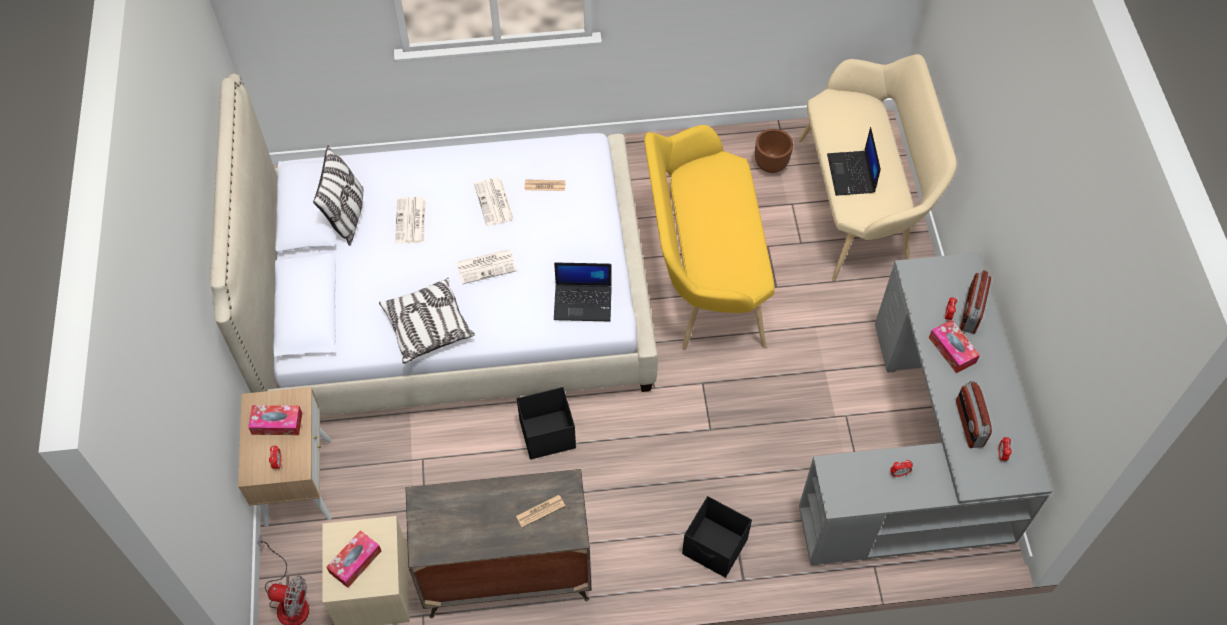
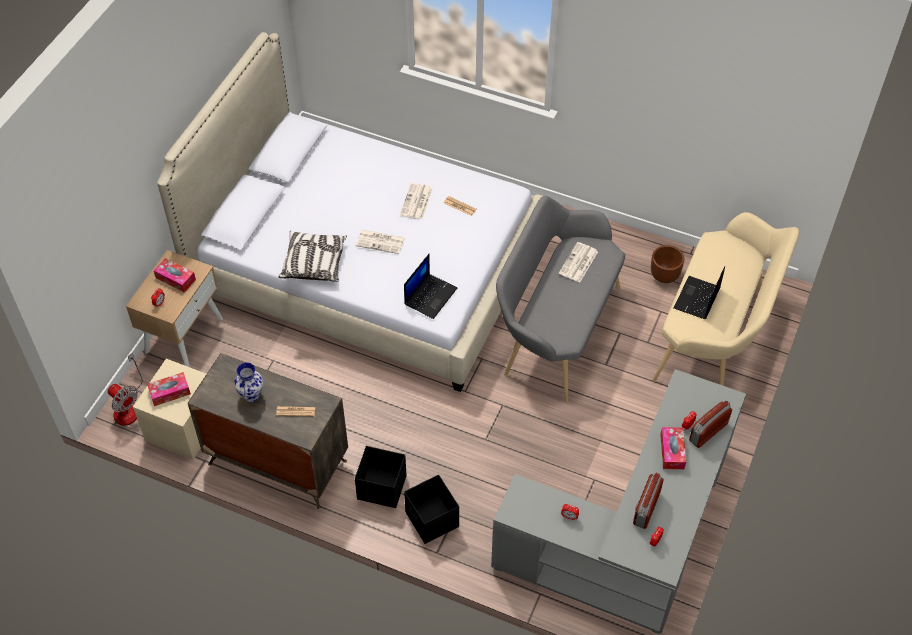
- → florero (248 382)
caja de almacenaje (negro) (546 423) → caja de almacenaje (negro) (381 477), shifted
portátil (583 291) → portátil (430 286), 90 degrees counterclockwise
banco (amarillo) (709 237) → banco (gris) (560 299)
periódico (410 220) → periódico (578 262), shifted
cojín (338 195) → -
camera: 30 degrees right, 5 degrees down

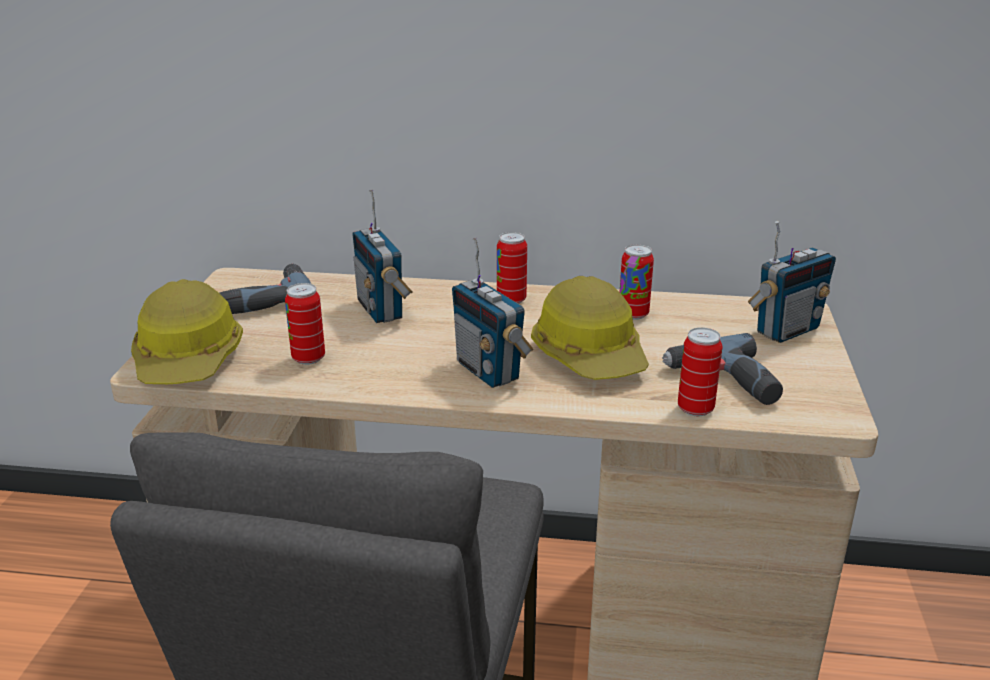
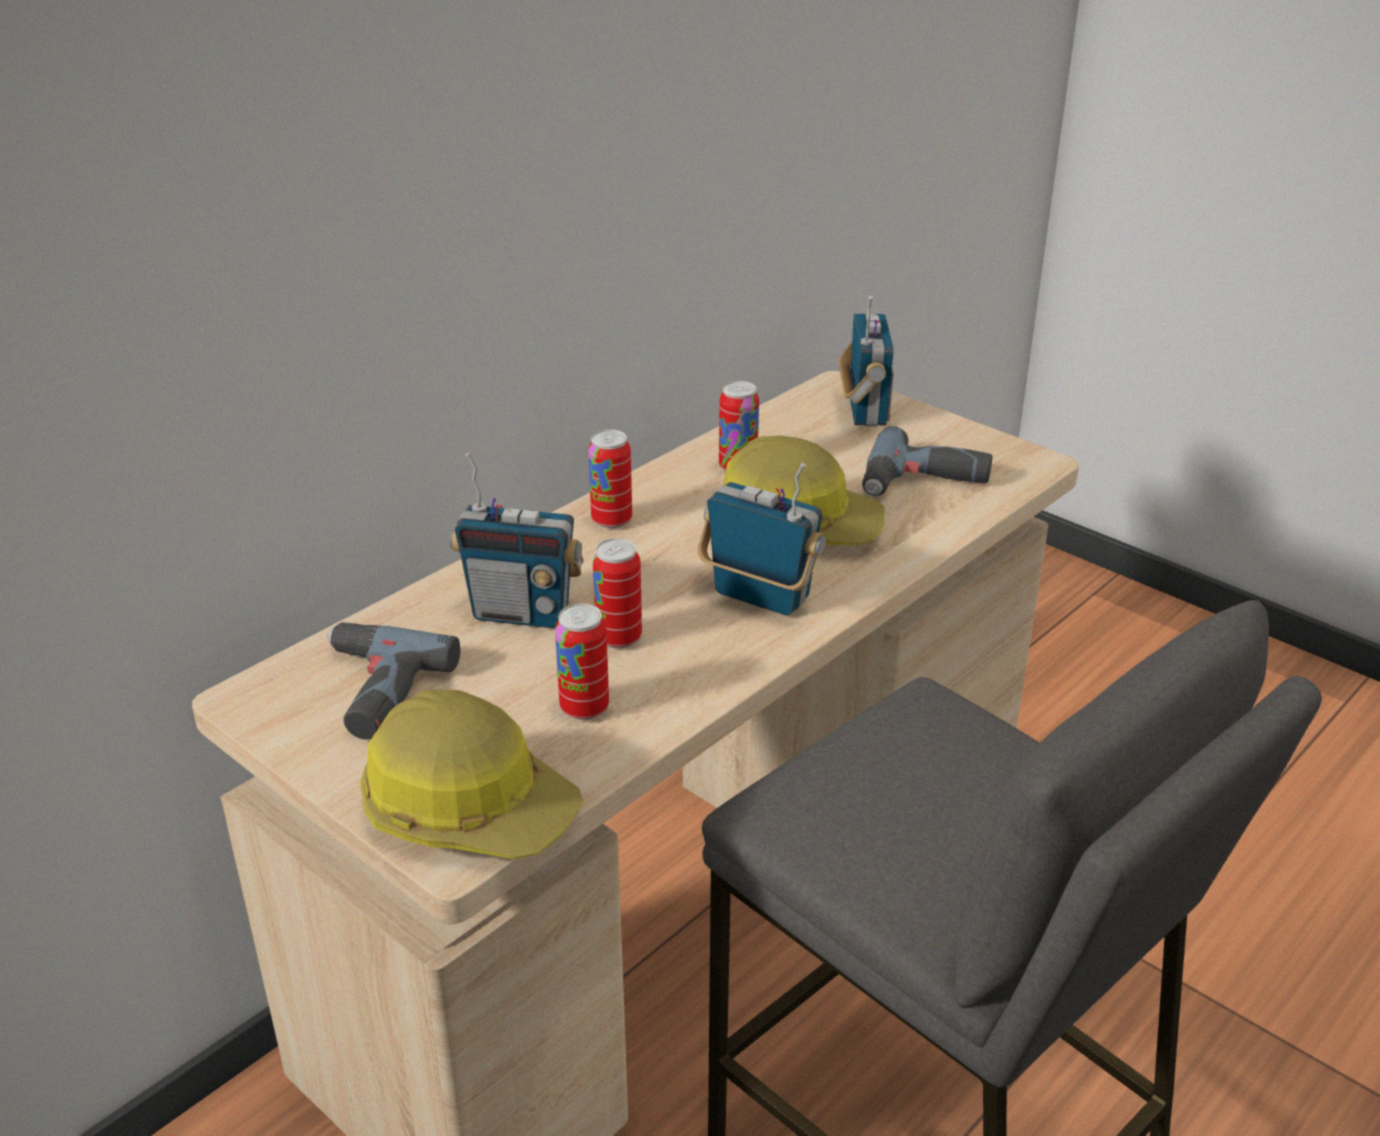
lata (700 371) → lata (617 593), shifted
radio (492 313) → radio (762 539), 150 degrees counterclockwise
camera: 55 degrees left, 5 degrees up

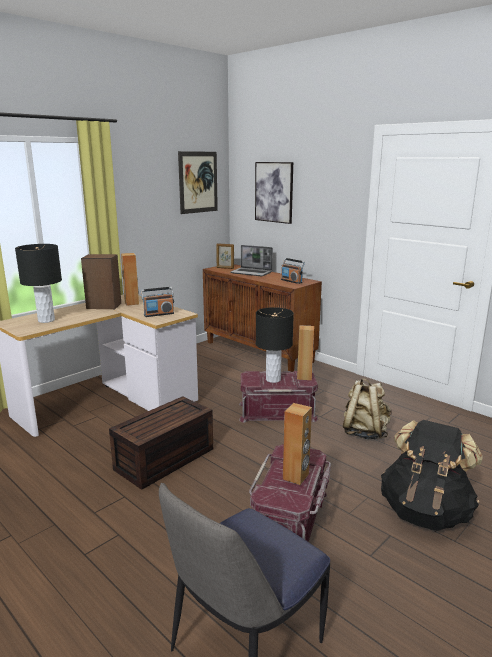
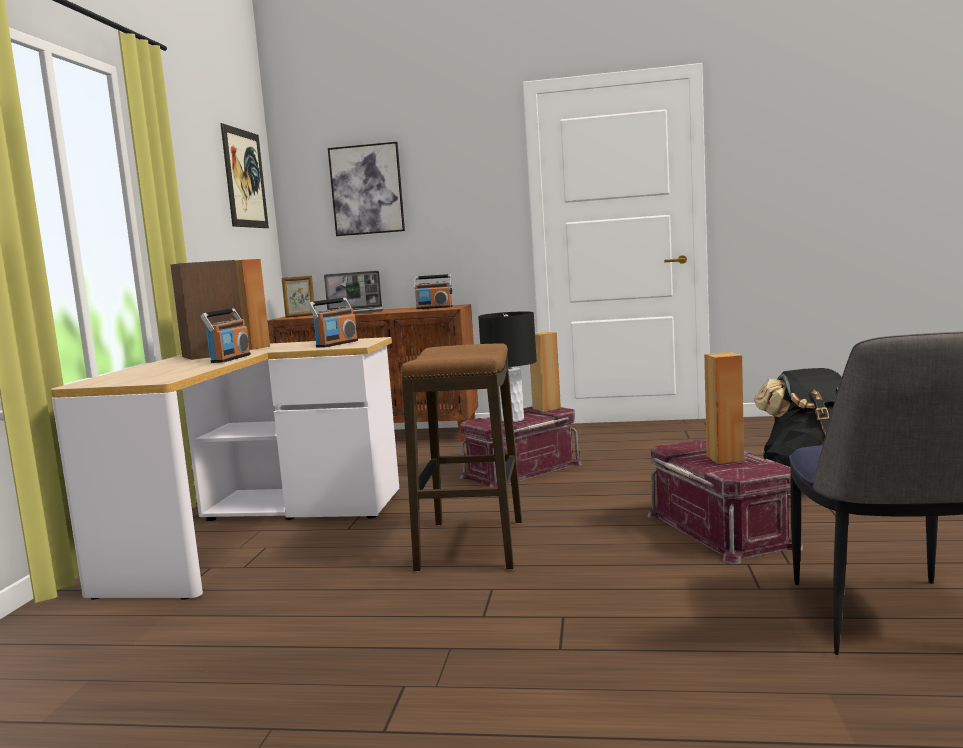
- → radio (225 335)
caja de almacenaje (marrón) (161 443) → taburete (461 458)
lámpara de mesa (negro) (38 283) → -
mochila (beis) (367 408) → -
camera: 35 degrees left, 10 degrees down

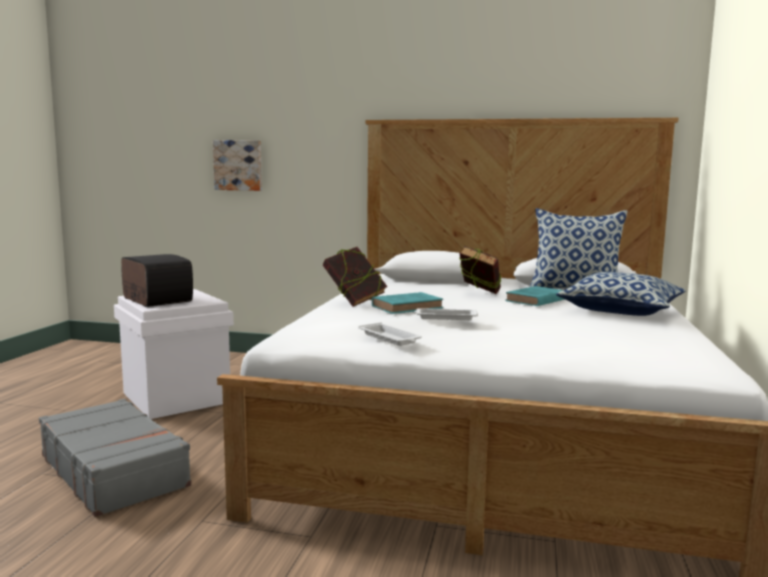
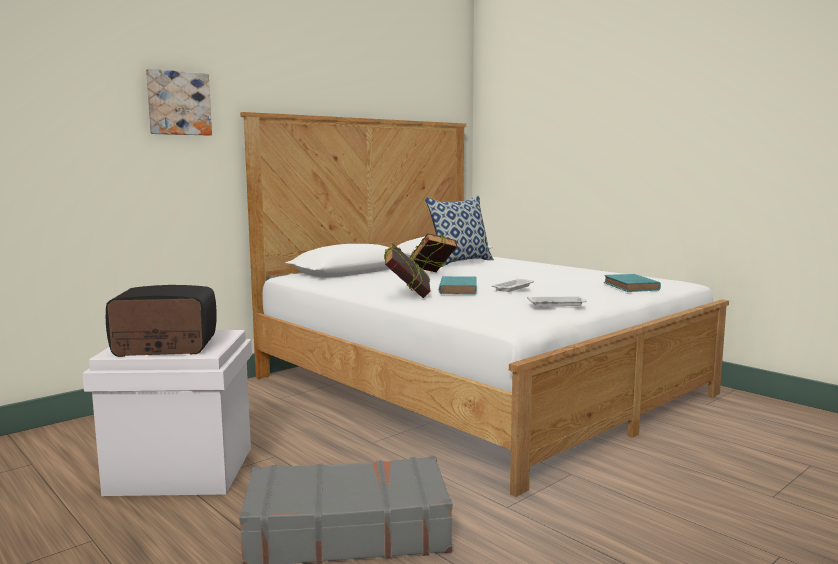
cuadro (237 165) → cuadro (179 102), shifted
libro (turquesa) (535 296) → libro (turquesa) (632 283), shifted
cojín (621 294) → -
camera: 55 degrees left, 0 degrees up

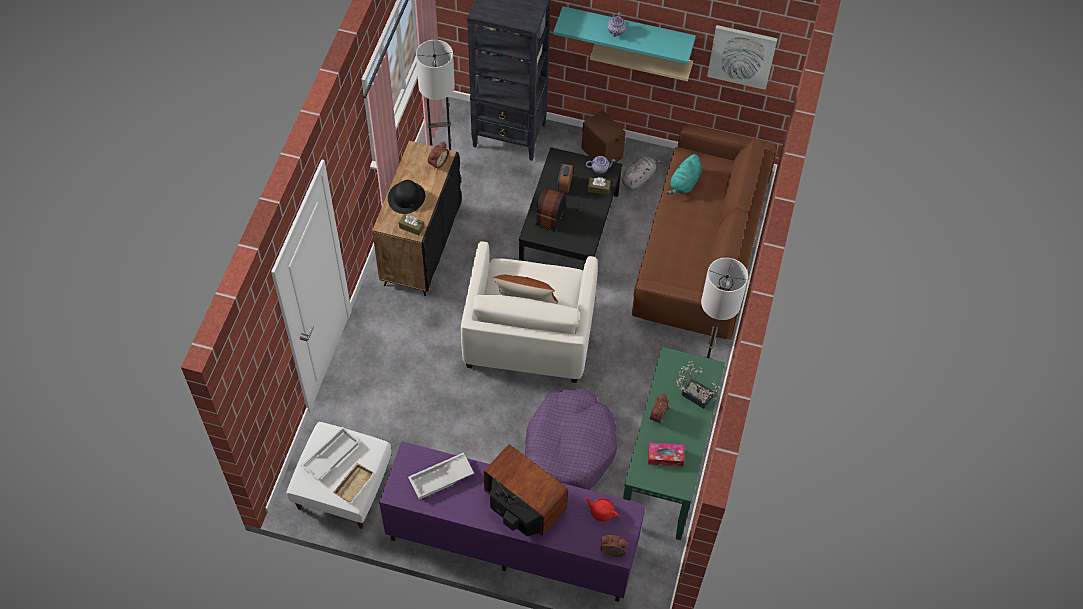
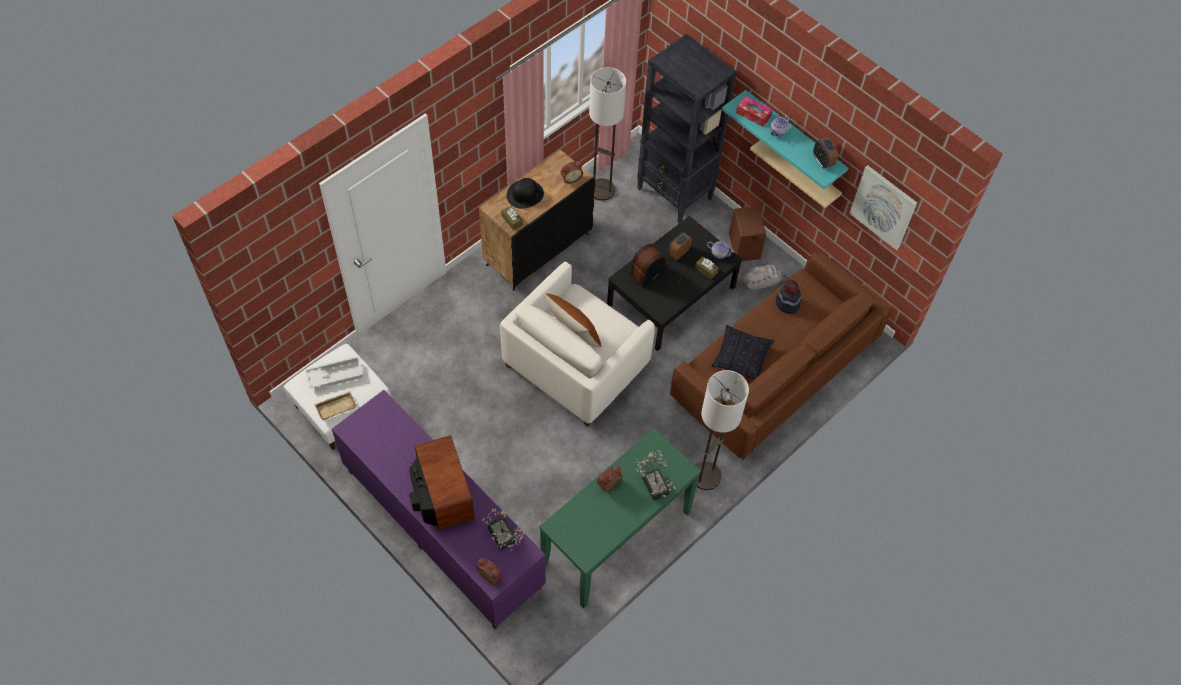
tetera (rojo) (602 509) → planta en maceta (503 529)
- → cojín (743 352)
caja de pañuelos (666 455) → caja de pañuelos (754 111), shifted
peluche (turquesa) (684 174) → sombrero (788 297)
- → despertador (825 153)
bandeja (blanco) (441 476) → -
cama para perro (morado) (571 439) → -
camera: 30 degrees right, 0 degrees up

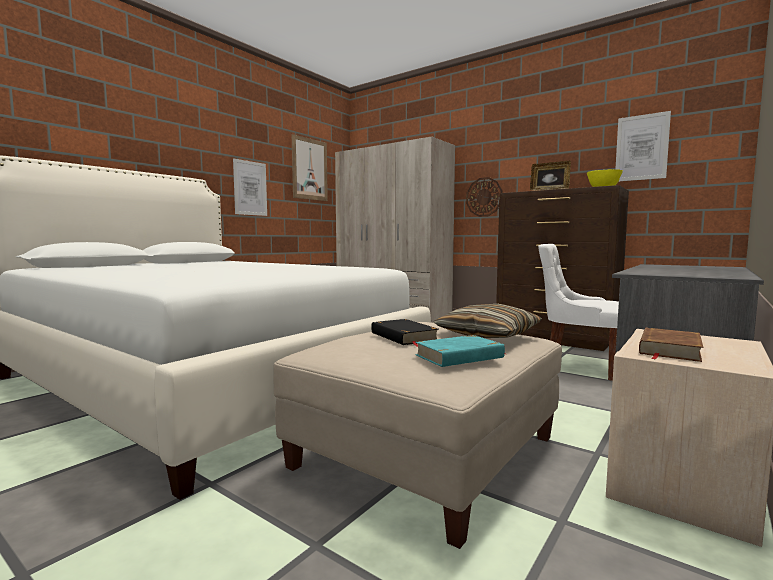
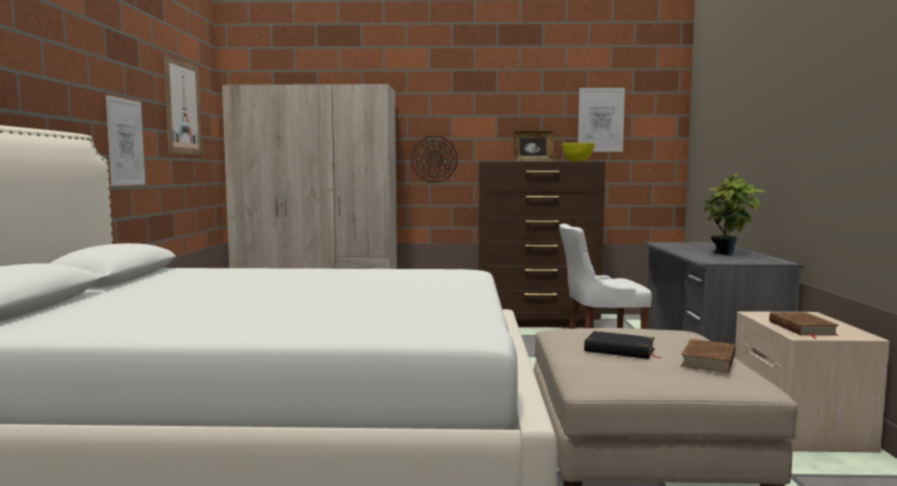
libro (turquesa) (460 351) → libro (marrón) (708 356)
- → planta en maceta (735 214)
cojín (488 321) → -
camera: 35 degrees left, 0 degrees up

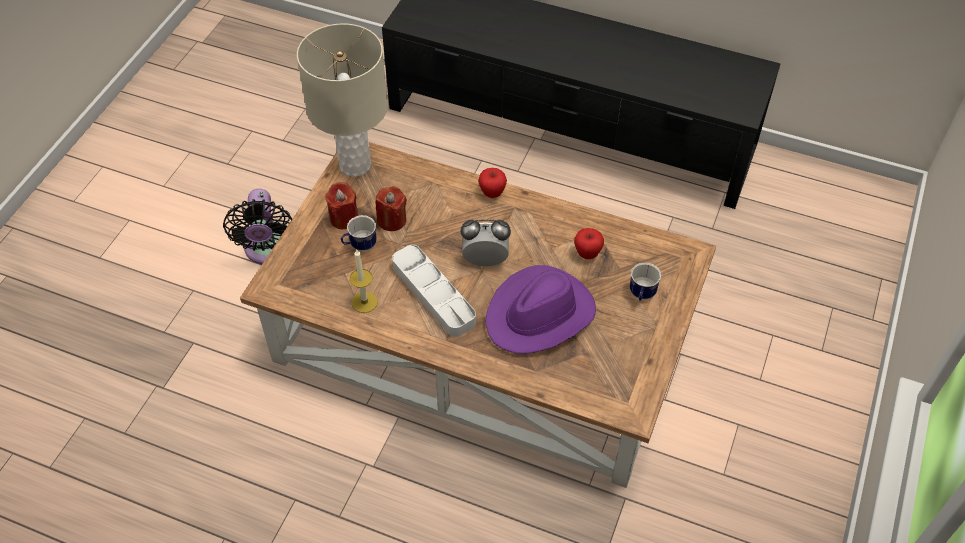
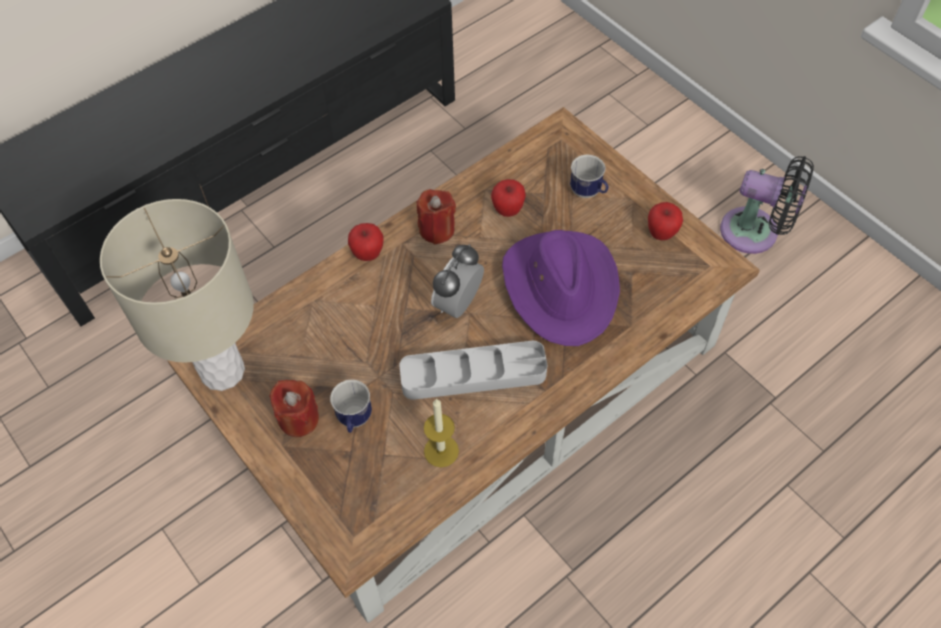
vela (rojo) (391 208) → vela (rojo) (436 217), shifted
- → manzana (665 221)
ventilador (negro) (257 226) → ventilador (negro) (767 205), shifted
camera: 60 degrees left, 5 degrees up

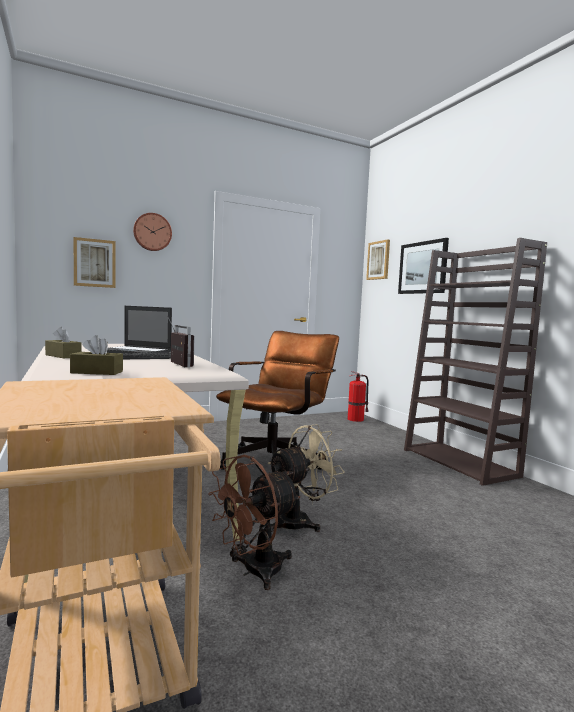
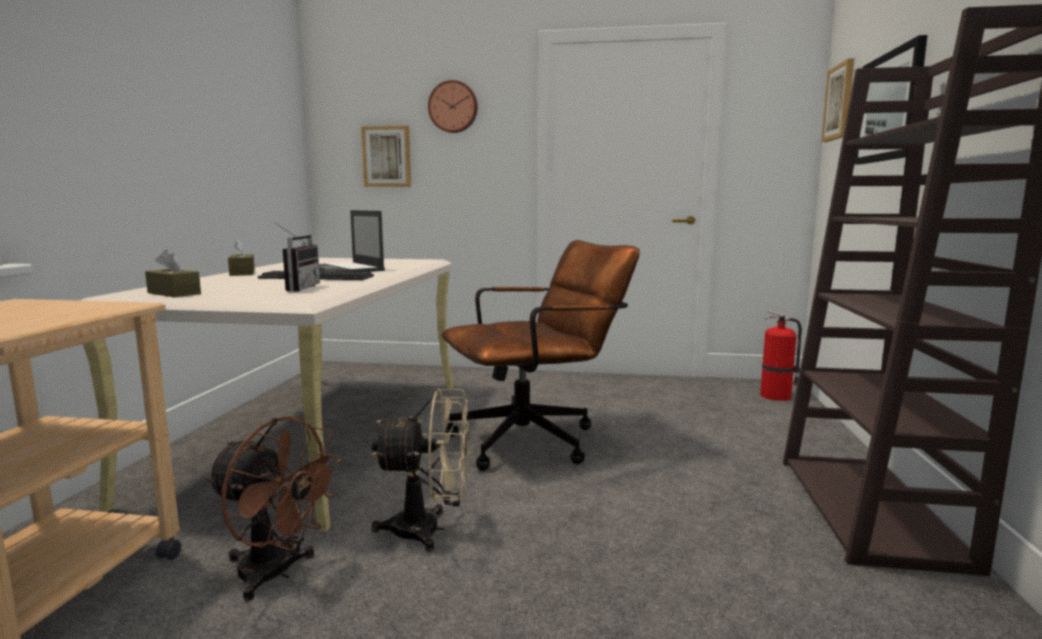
ventilador (marrón) (254 522) → ventilador (marrón) (274 509), 150 degrees counterclockwise
camera: 35 degrees right, 5 degrees up

